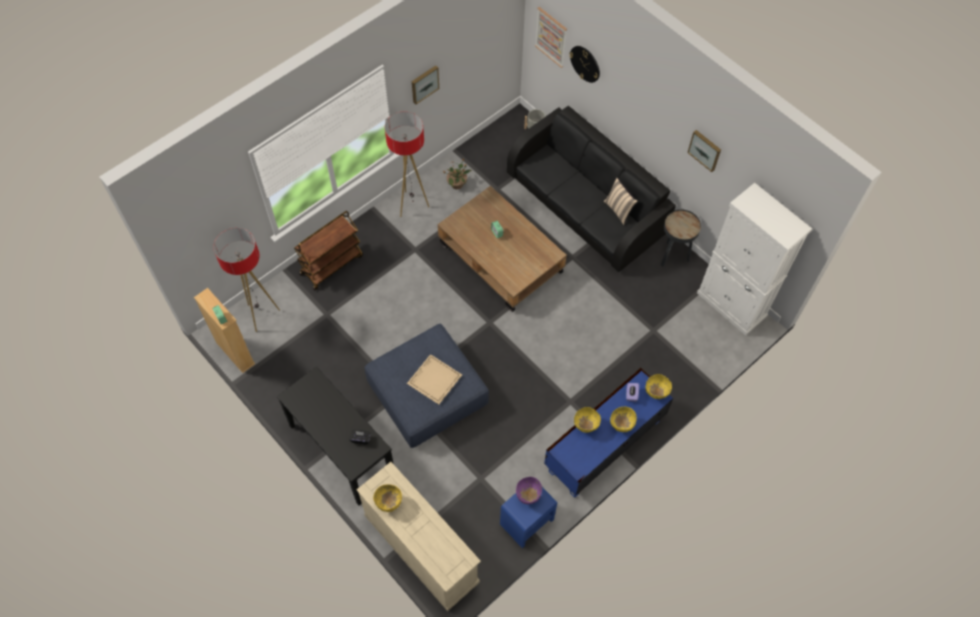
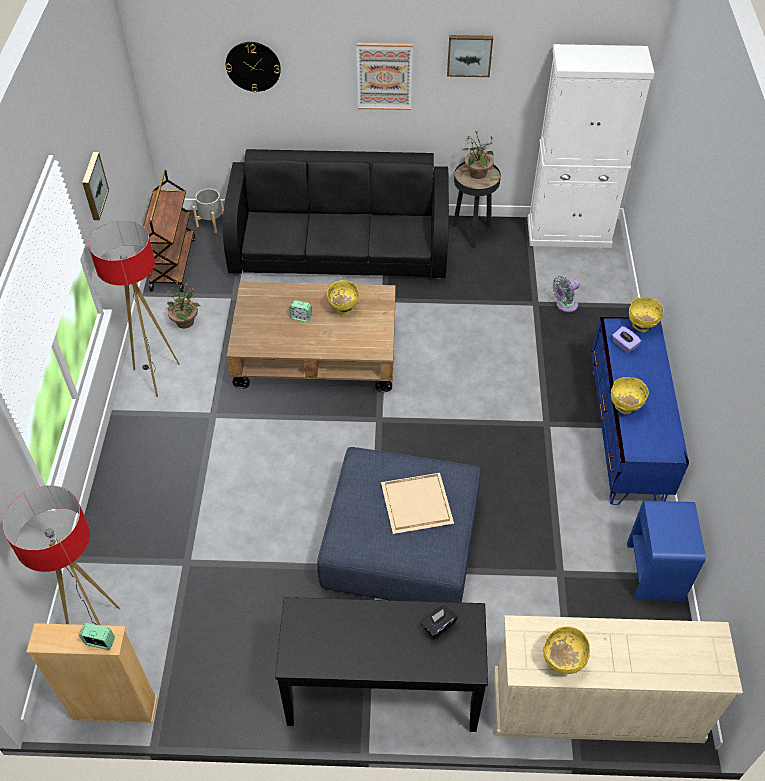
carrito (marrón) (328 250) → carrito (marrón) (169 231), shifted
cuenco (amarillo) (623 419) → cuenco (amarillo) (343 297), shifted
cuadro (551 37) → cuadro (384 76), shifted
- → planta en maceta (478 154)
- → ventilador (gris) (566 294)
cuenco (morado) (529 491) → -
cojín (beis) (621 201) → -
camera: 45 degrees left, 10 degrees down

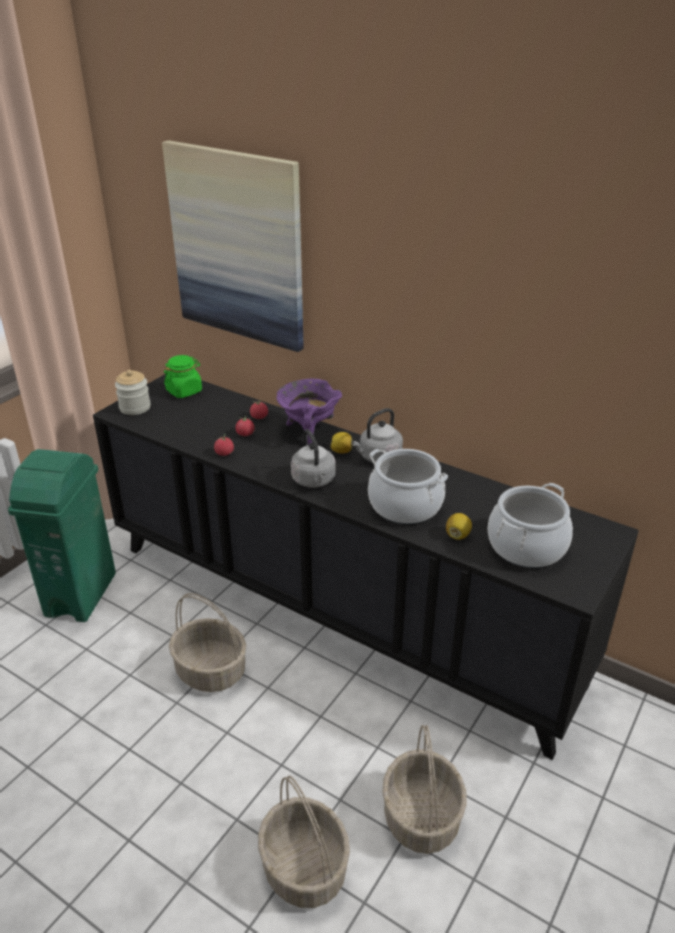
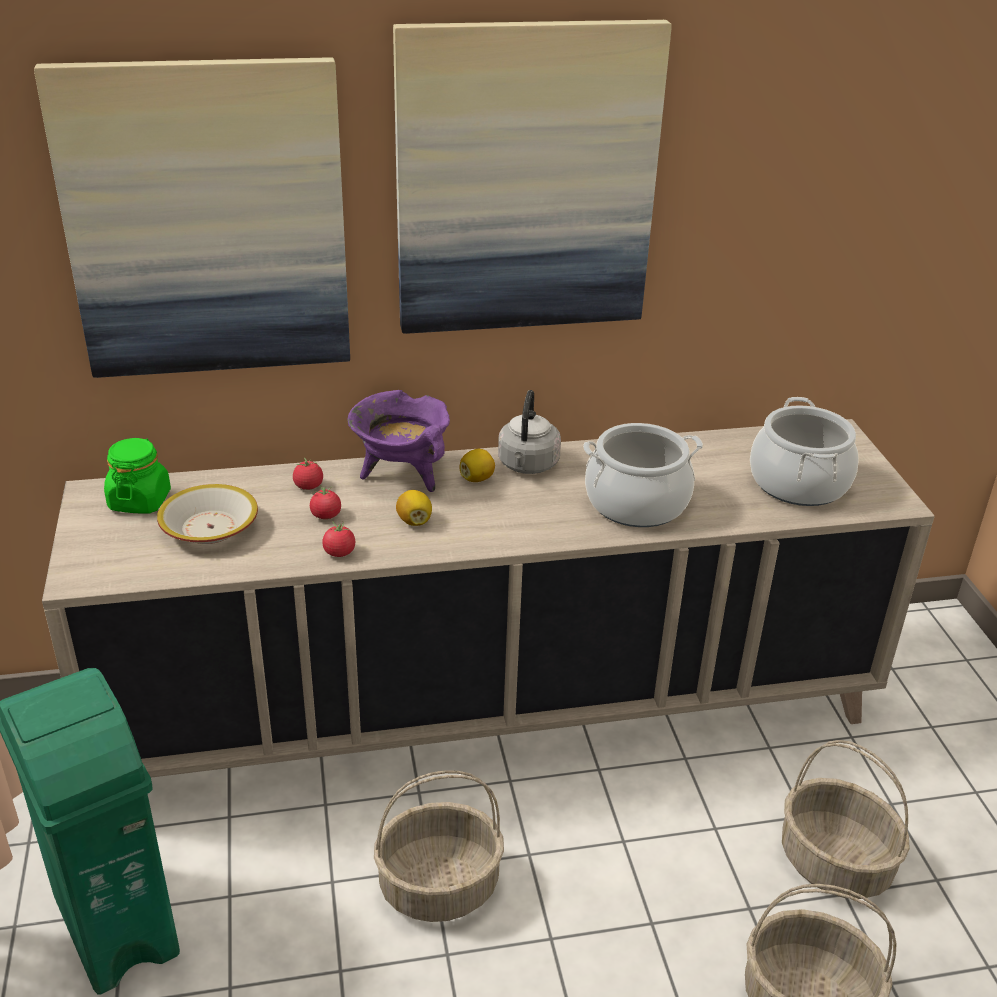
armario (negro) (366 567) → armario (beis) (488 598)
- → cuenco (207 514)
- → cuadro (532 177)
limón (459 526) → limón (414 508), shifted
tarro (133 392) → -
hervidor (gris) (313 458) → -
camera: 45 degrees left, 0 degrees up

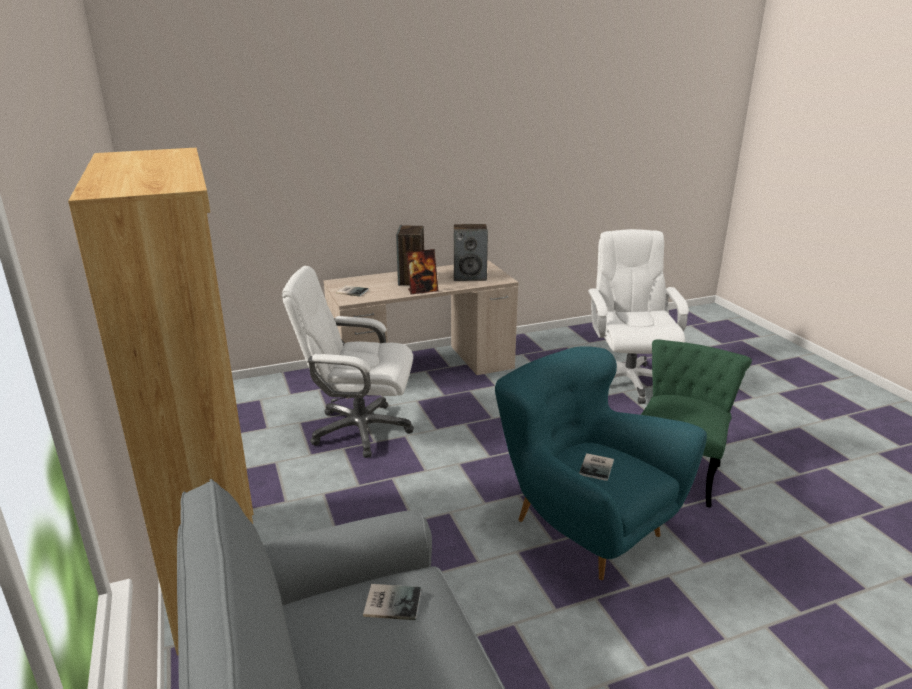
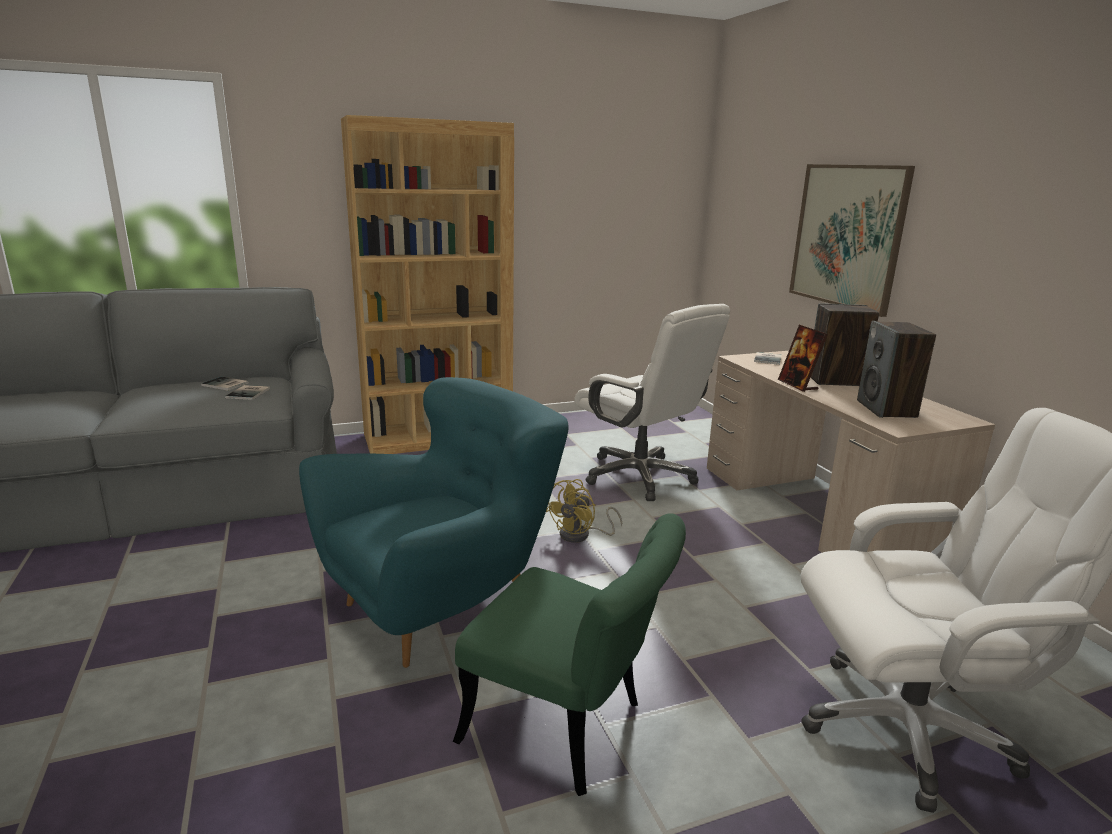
libro (596 467) → libro (225 384), shifted
- → ventilador (amarillo) (584 511)
silla de oficina (blanco) (348 362) → silla de oficina (blanco) (652 402), 135 degrees clockwise
- → cuadro (852 240)
camera: 90 degrees right, 5 degrees down

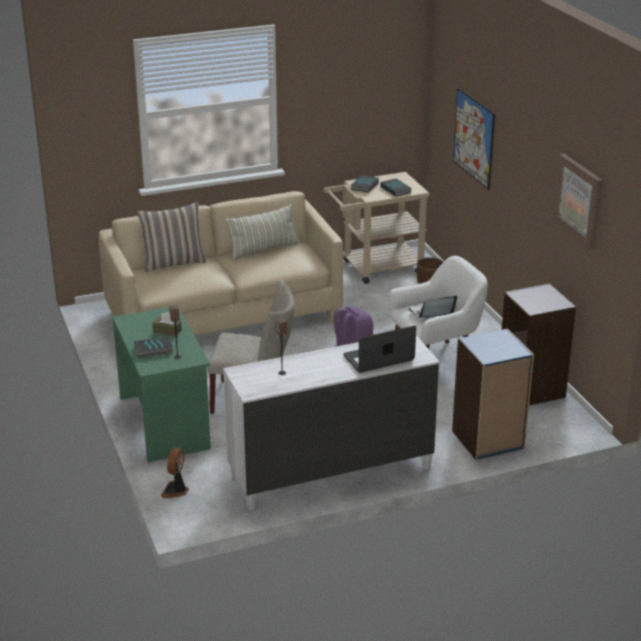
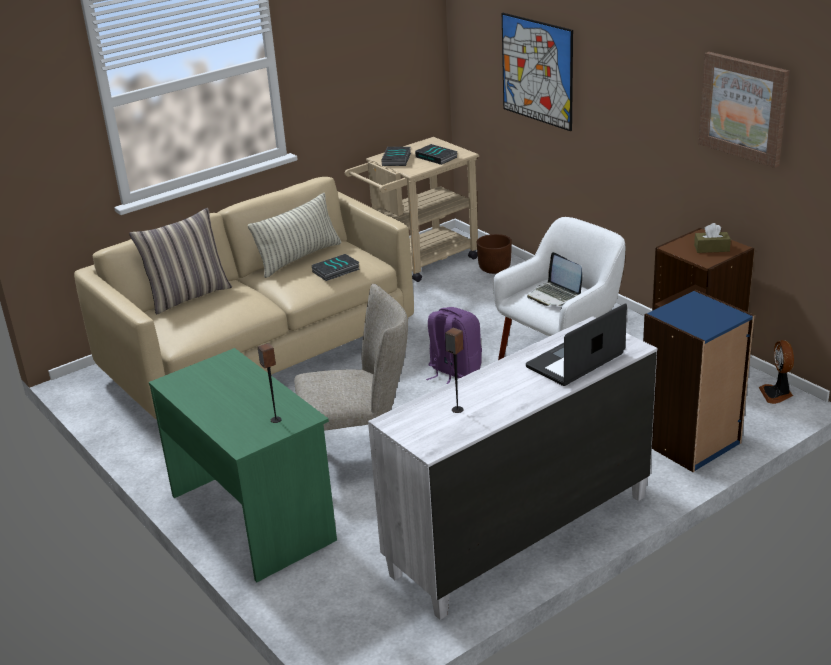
libro (153 347) → libro (336 267), shifted
portátil (432 307) → portátil (554 279), 90 degrees counterclockwise
caja de pañuelos (marrón) (167 324) → caja de pañuelos (marrón) (712 238), shifted
ventilador (175 472) → ventilador (776 372), shifted
camera: 15 degrees left, 0 degrees up

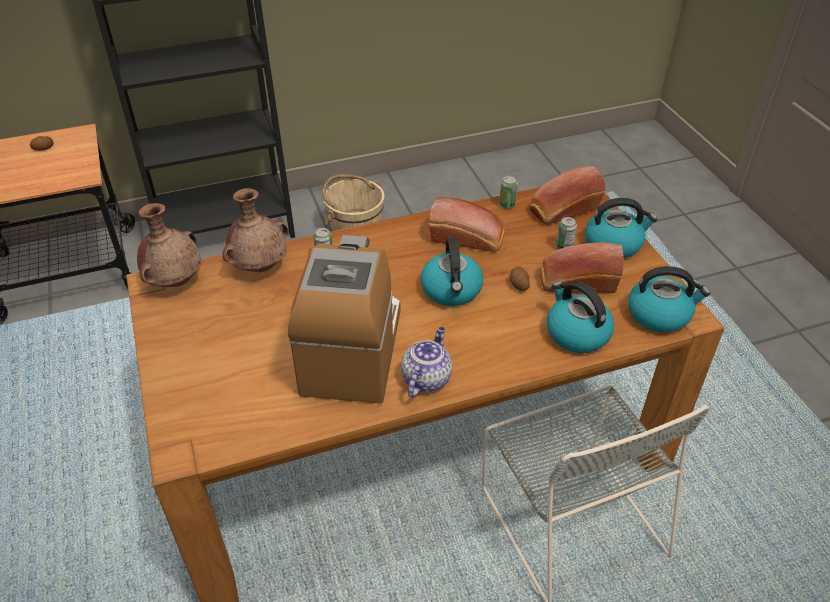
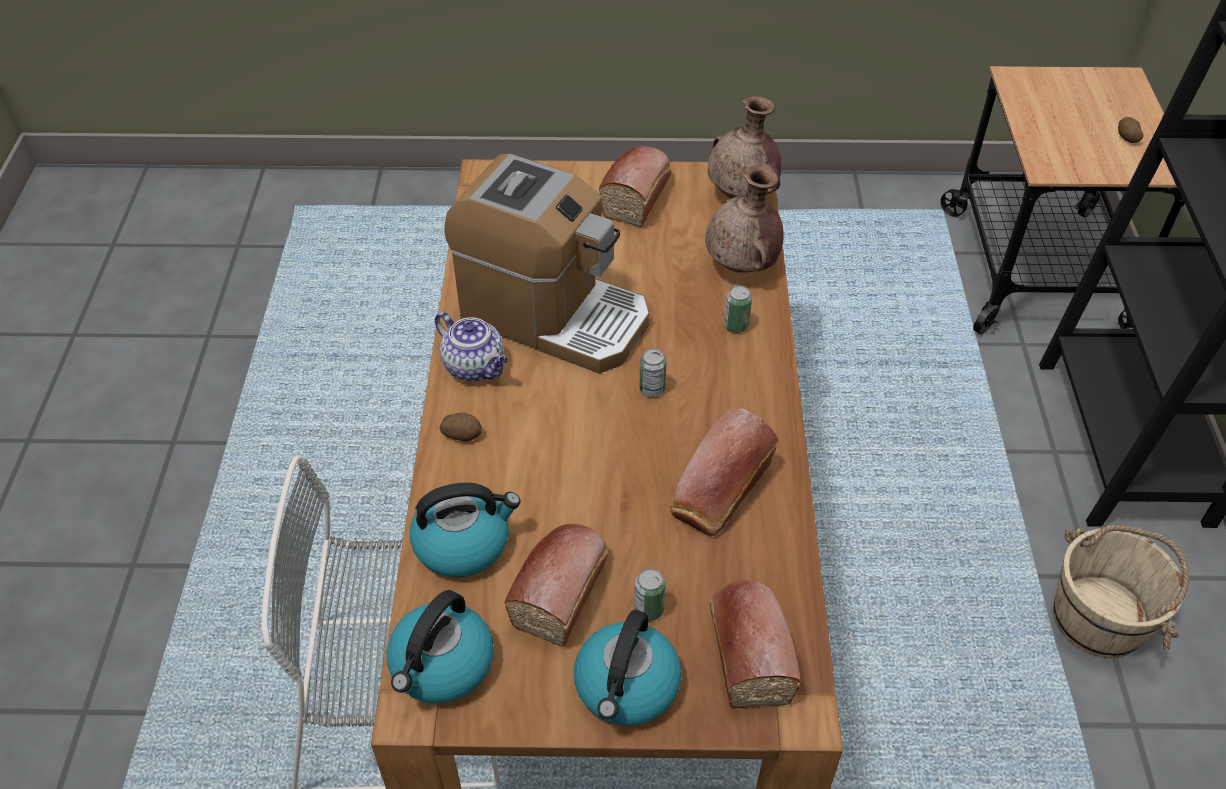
patata (520 279) → patata (461 426), shifted
- → pan (635 186)
lata (508 192) → lata (653 372), shifted
hervidor (452 271) → -
camera: 110 degrees right, 5 degrees up

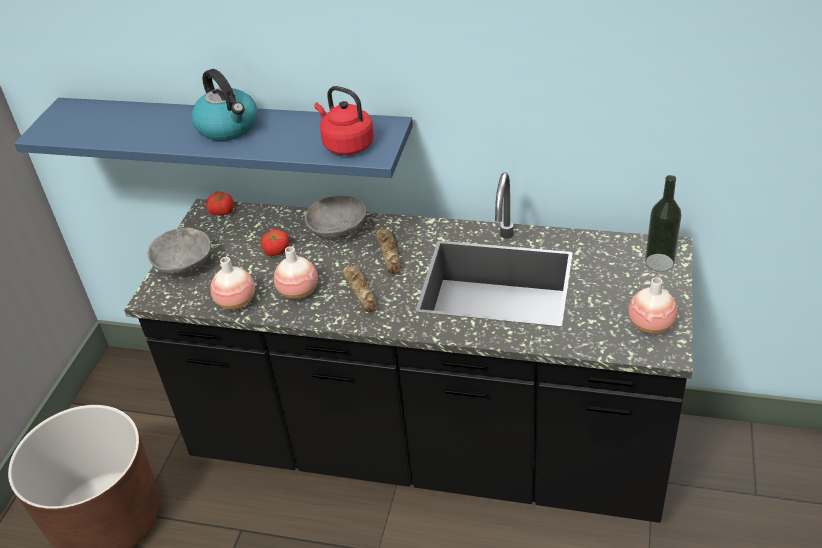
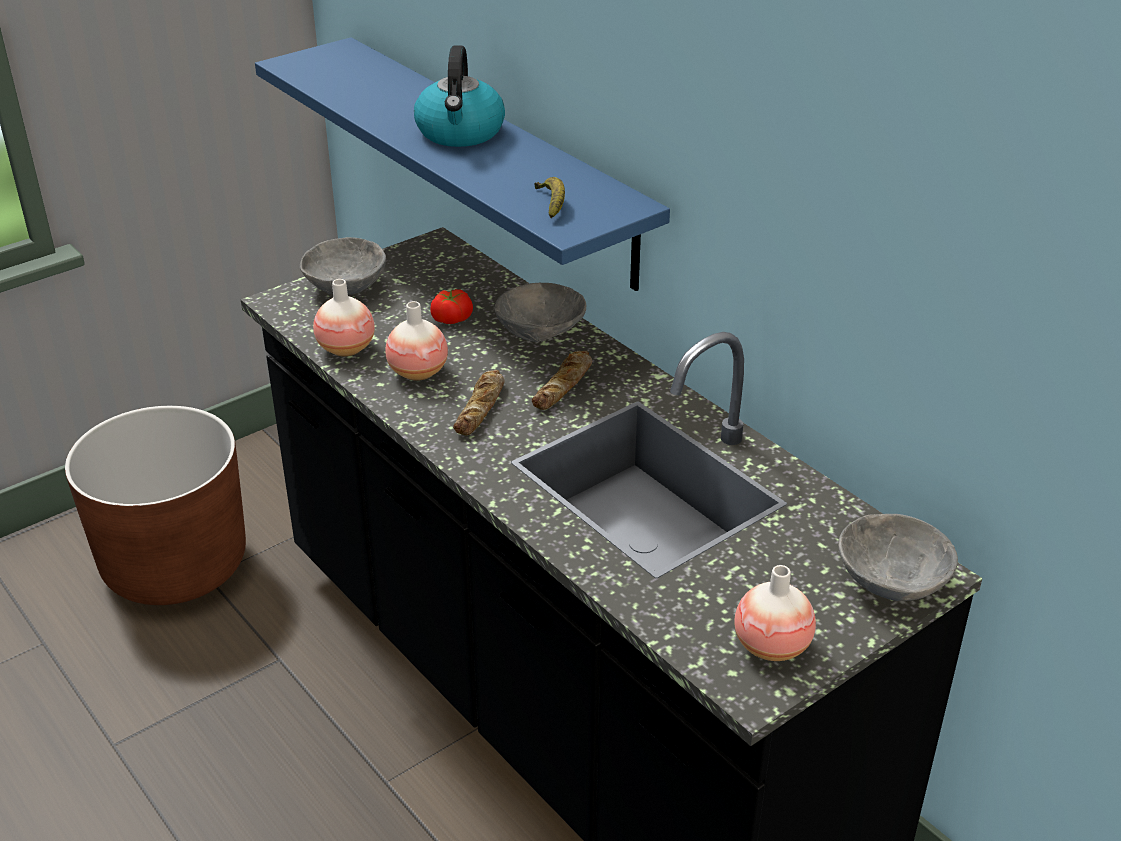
hervidor (rojo) (344 120) → plátano (549 197)
botella (663 223) → cuenco (gris) (898 557)
tomate (220 203) → -
camera: 35 degrees right, 5 degrees down

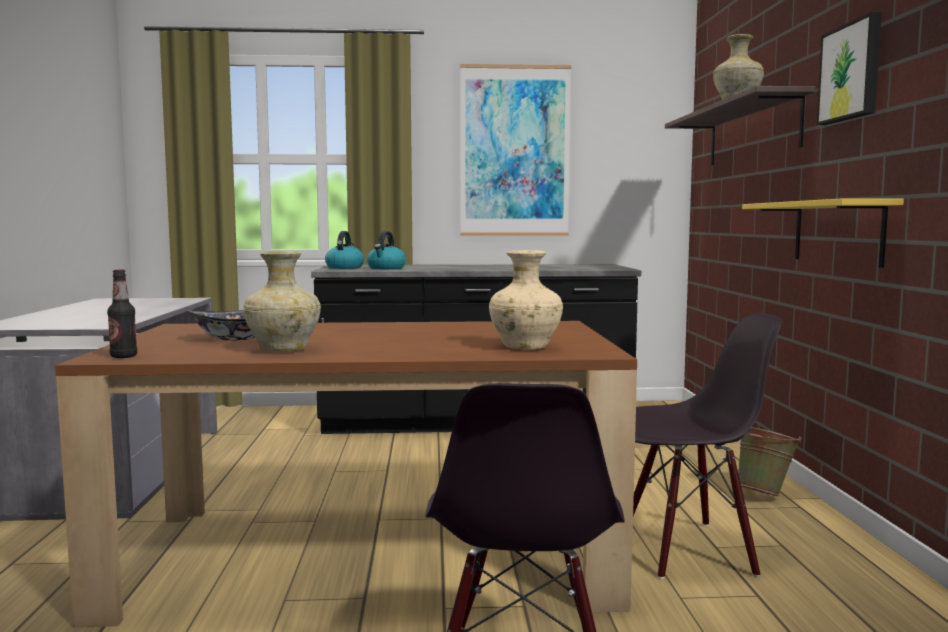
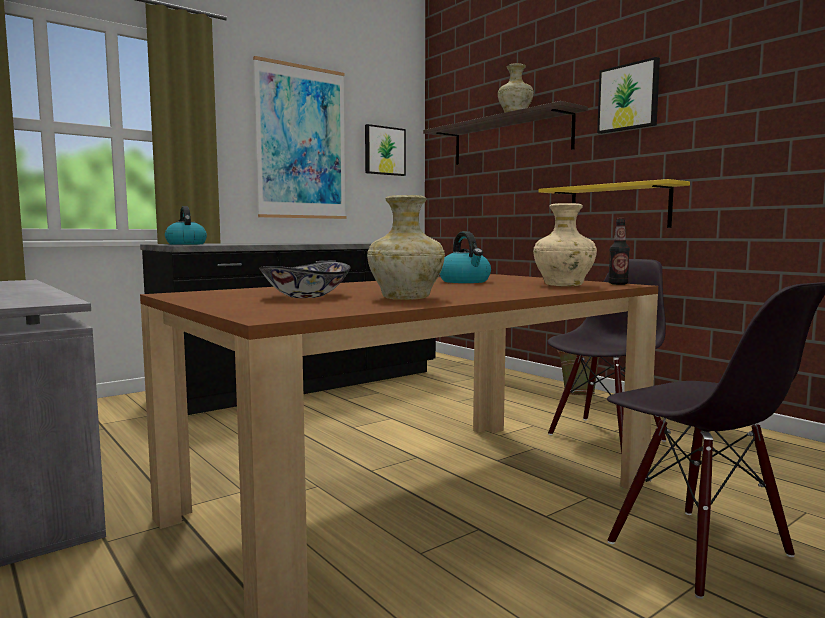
- → cuadro (385 150)
hervidor (386 250) → hervidor (465 257), shifted
botella (122 313) → botella (619 251), shifted
camera: 35 degrees left, 0 degrees up

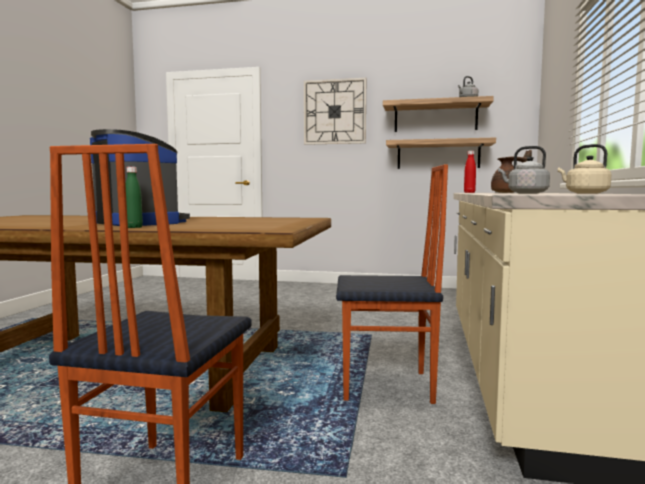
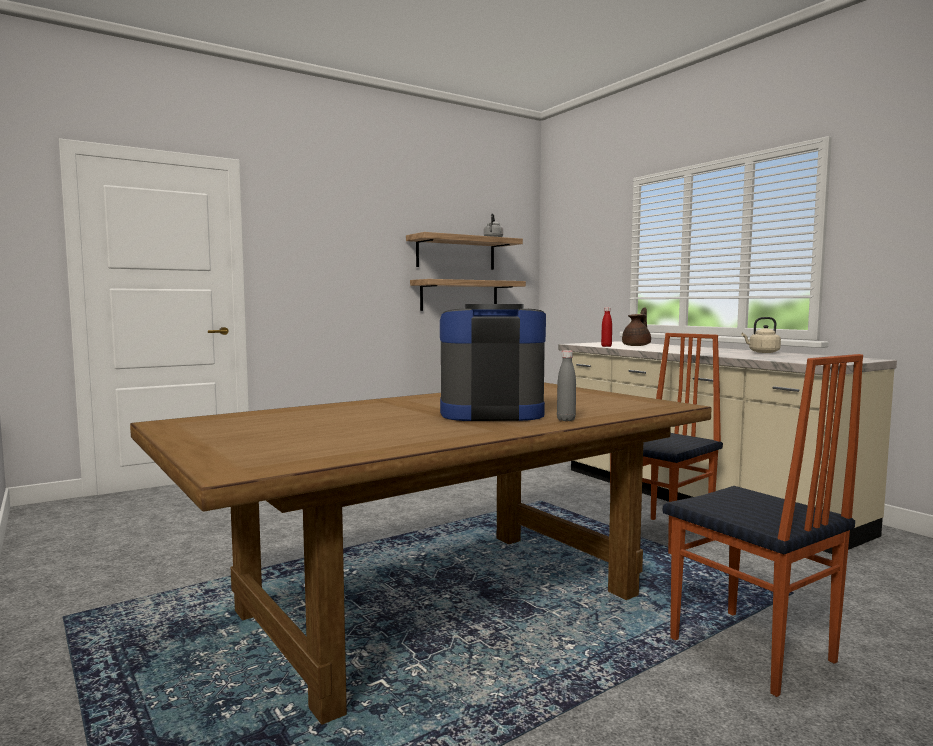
botella (verde) (134 197) → botella (gris) (566 385)
reloj de pared (335 111) → -
hervidor (gris) (524 169) → -
camera: 45 degrees left, 0 degrees up

